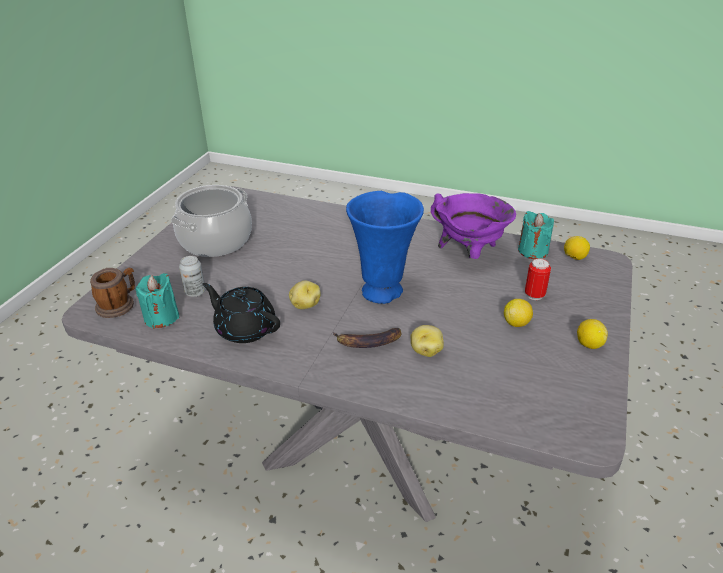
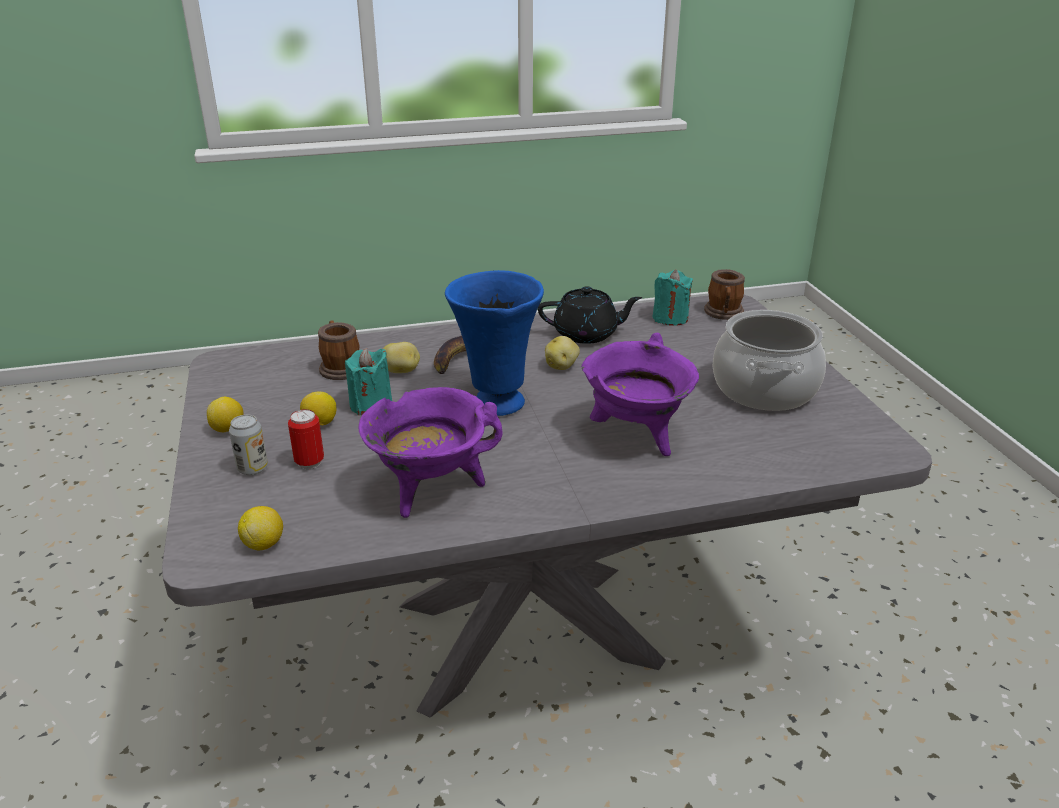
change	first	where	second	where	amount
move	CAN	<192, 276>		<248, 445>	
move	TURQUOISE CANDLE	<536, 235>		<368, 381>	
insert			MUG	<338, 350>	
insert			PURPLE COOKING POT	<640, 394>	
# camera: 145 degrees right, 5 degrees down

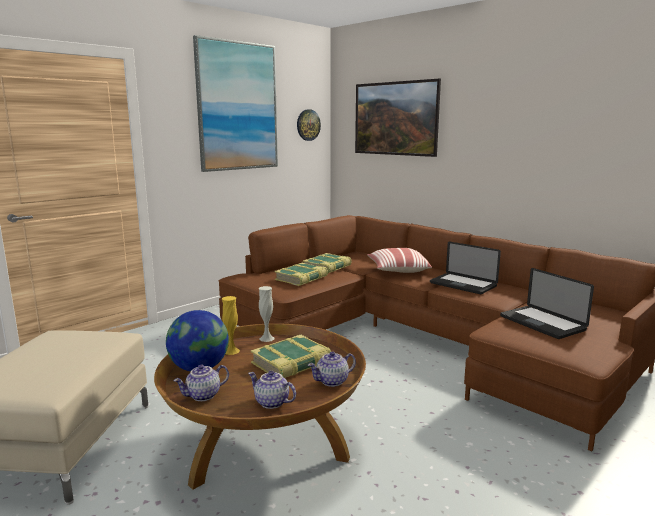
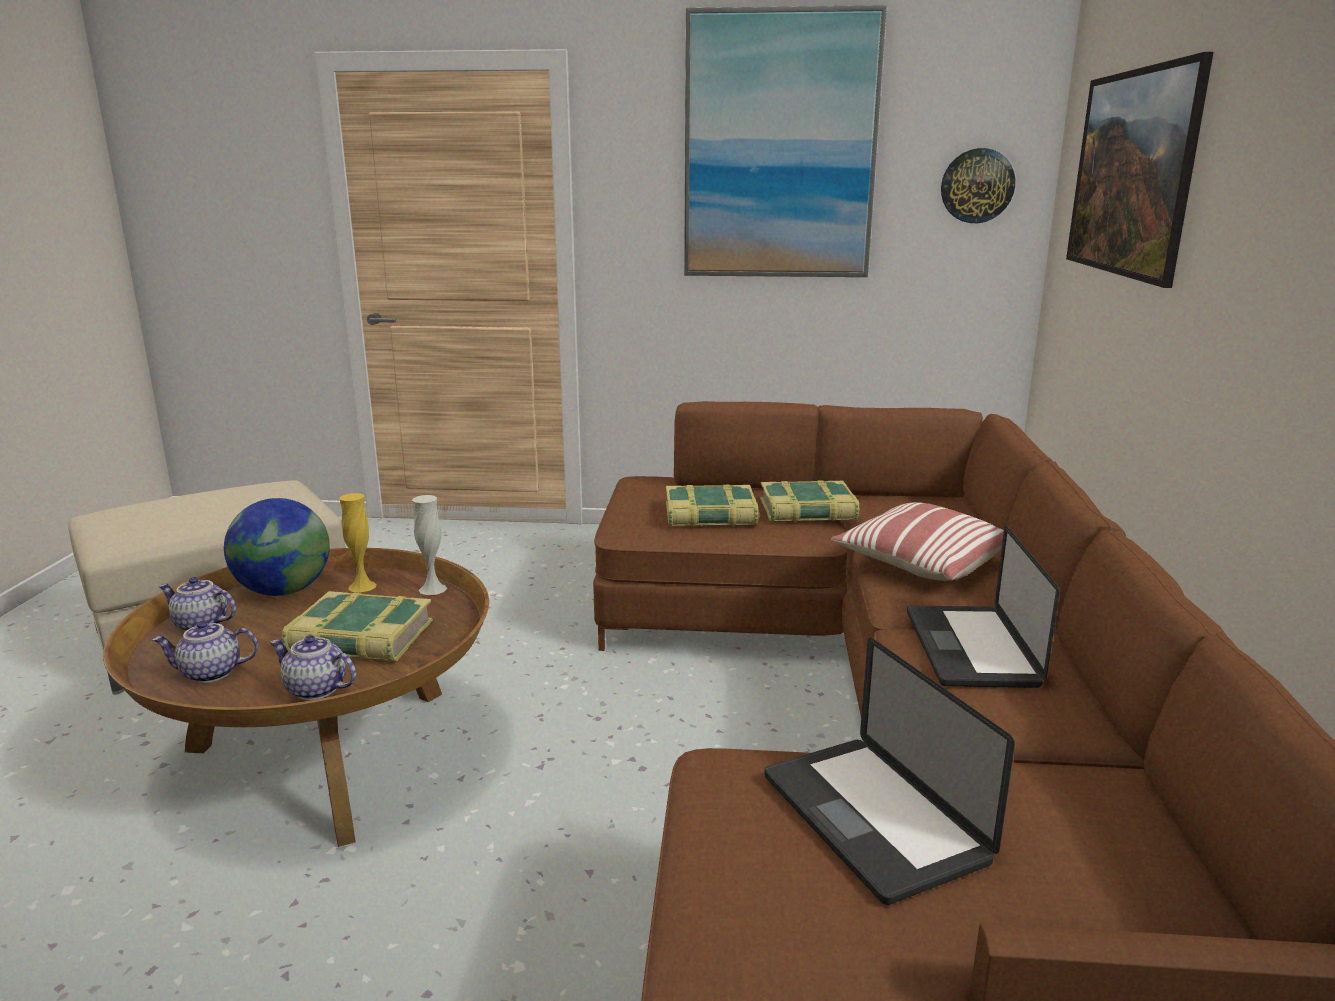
change	first	where	second	where	amount
rotate	TEAPOT	<272, 390>		<205, 652>	90 degrees counterclockwise
rotate	LAPTOP	<547, 303>		<889, 771>	45 degrees counterclockwise
# camera: 50 degrees right, 5 degrees up

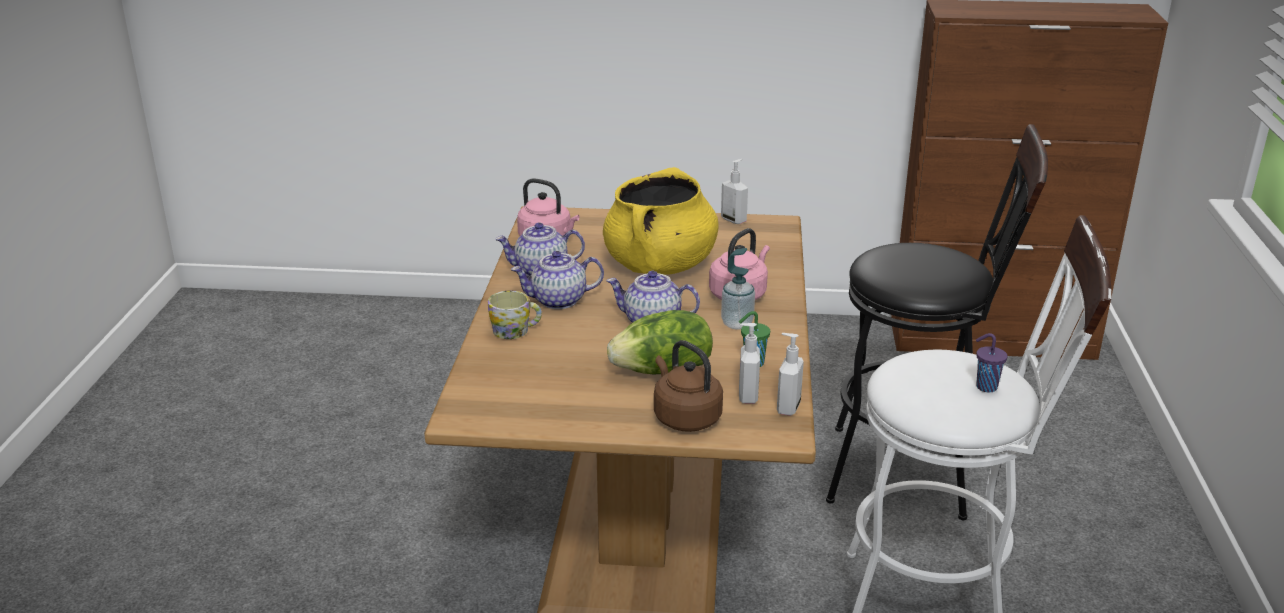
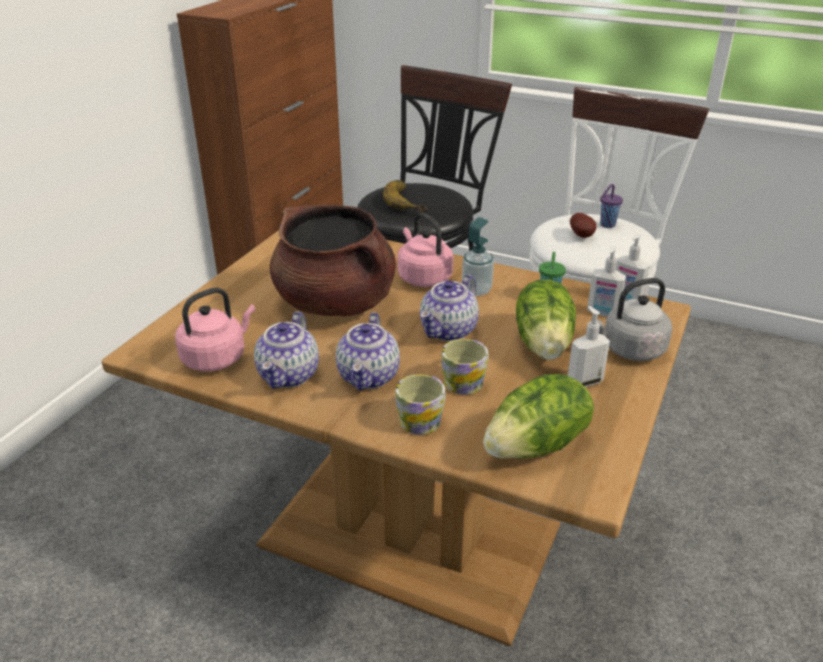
change	first	where	second	where	amount
recolor	YELLOW COOKING POT	<661, 221>	BROWN COOKING POT	<333, 261>	
recolor	BROWN KETTLE	<688, 386>	GREY KETTLE	<632, 319>	
move	SOAP DISPENSER	<734, 191>		<589, 346>	
insert			BANANA	<405, 196>	
insert			MUG	<464, 367>	
insert			LETTUCE	<538, 416>	
insert			POTATO	<583, 225>	
# camera: 70 degrees left, 5 degrees up

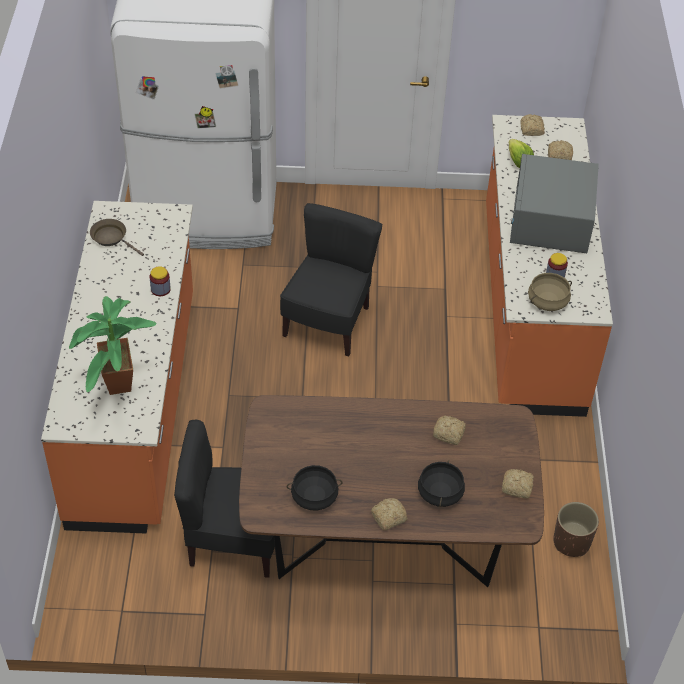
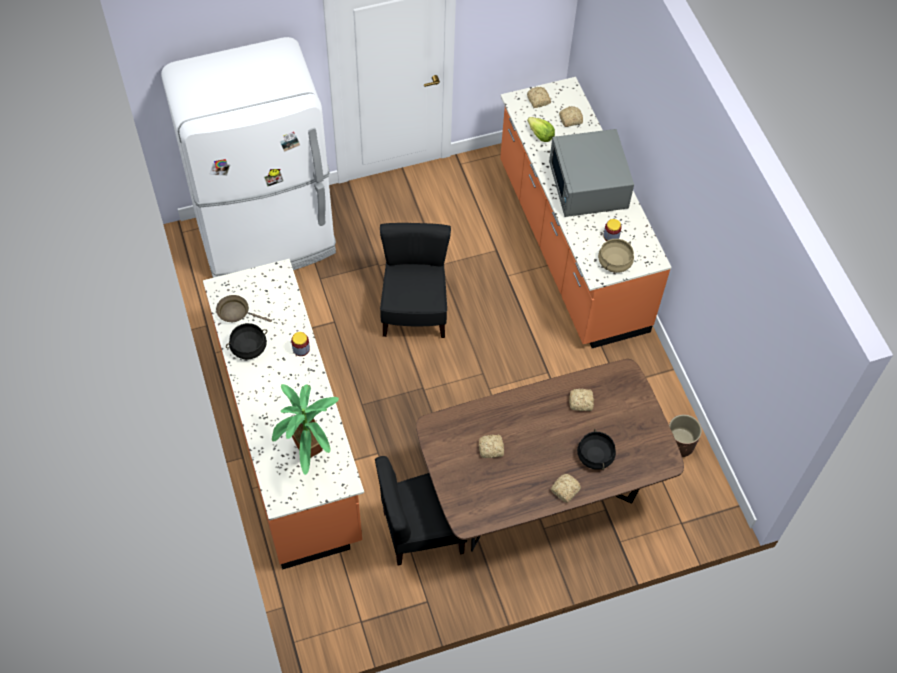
change	first	where	second	where	amount
move	BLACK COOKING POT	<315, 488>		<246, 341>	
move	BREAD	<518, 484>		<491, 446>	
# camera: 20 degrees left, 10 degrees up

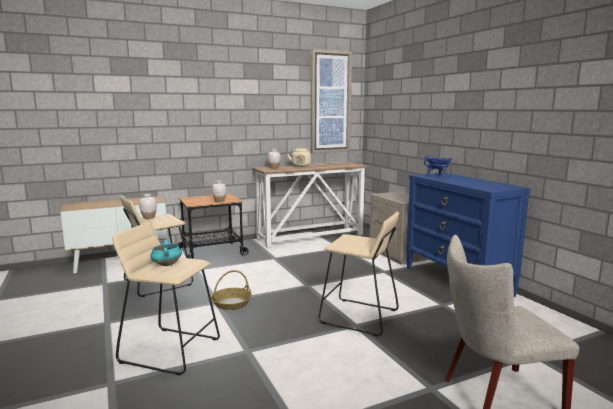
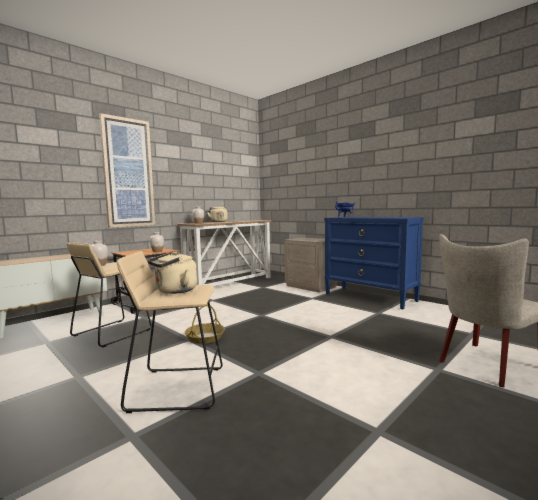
change	first	where	second	where	amount
replace	TURQUOISE COOKING POT	<166, 252>	BEIGE KETTLE	<172, 273>	
move	PICTURE	<331, 101>		<127, 170>	
delete	BEIGE STOOL	<358, 274>			
# camera: 20 degrees left, 5 degrees down

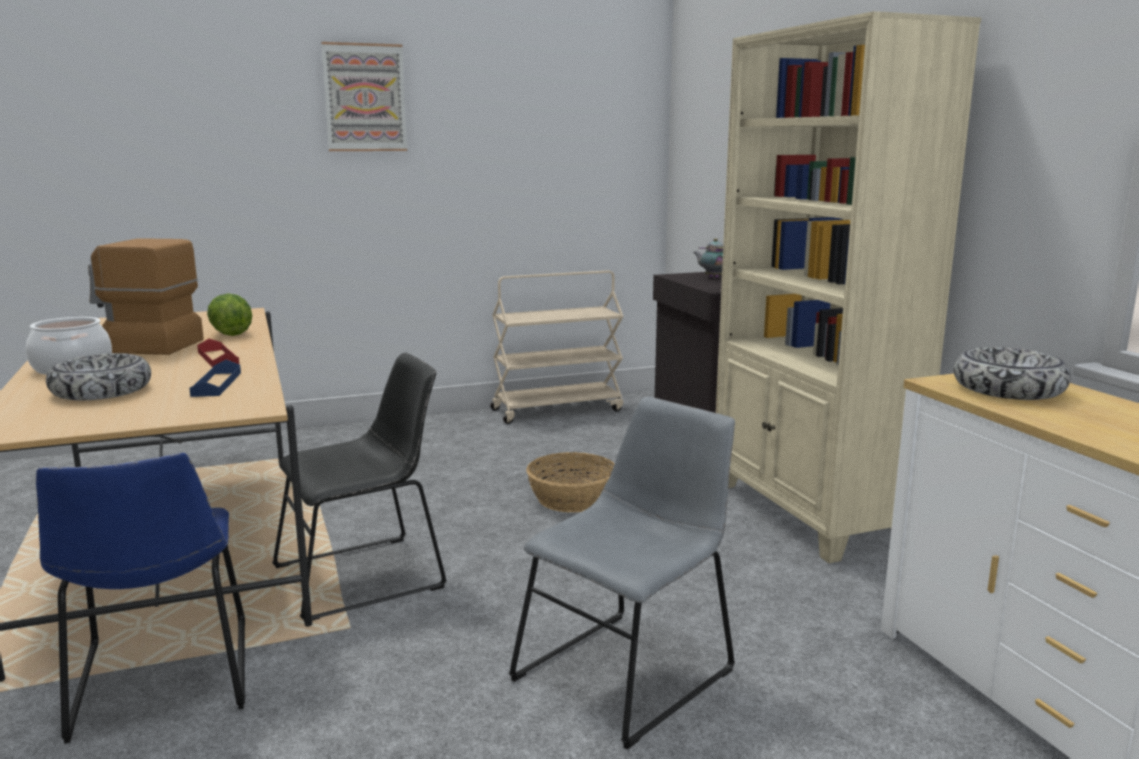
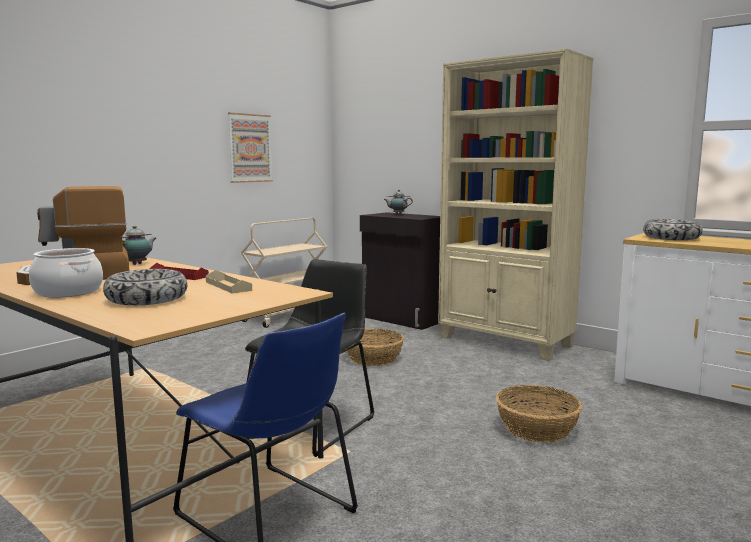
change	first	where	second	where	amount
recolor	BLUE TRAY	<215, 378>	BEIGE TRAY	<229, 282>	
replace	LETTUCE	<229, 314>	TEAPOT	<139, 245>	
move	PICTURE	<364, 96>		<250, 147>	
replace	GREY CHAIR	<622, 573>	BASKET	<539, 413>	
# camera: 30 degrees left, 5 degrees down

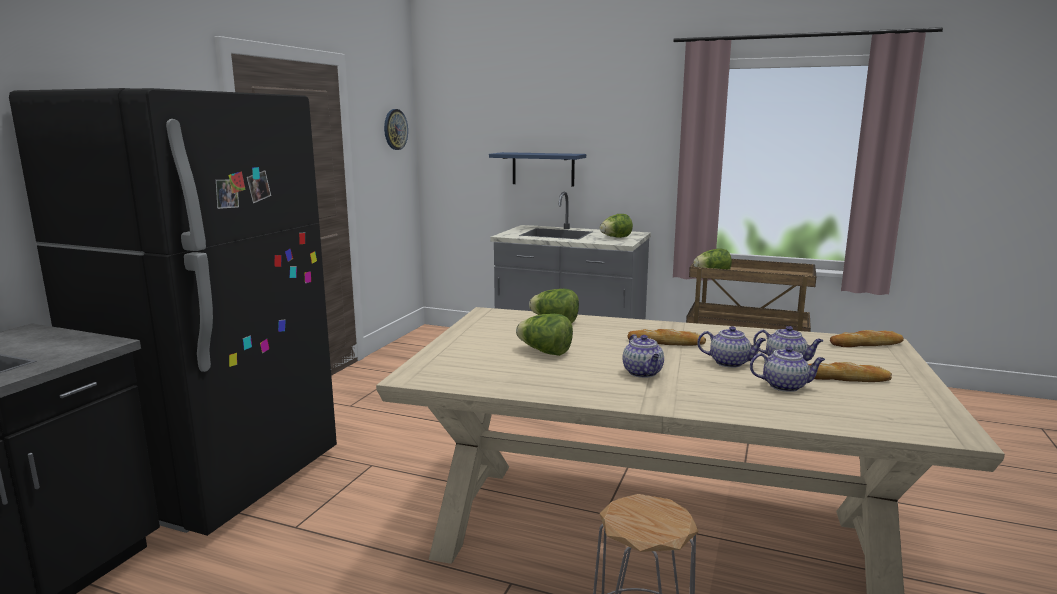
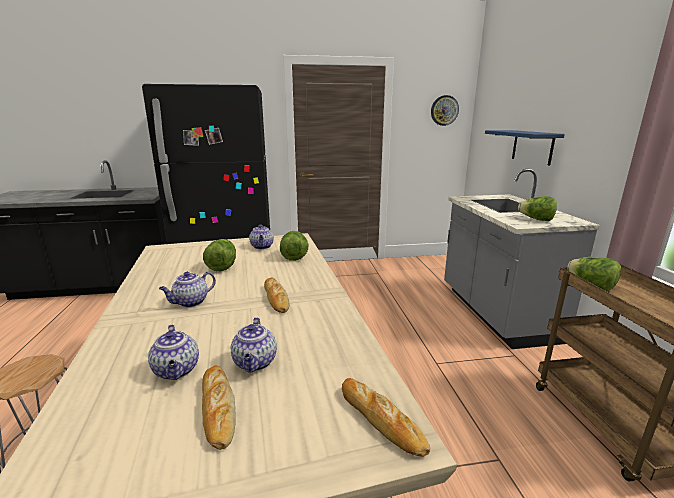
change	first	where	second	where	amount
move	TEAPOT	<731, 347>		<261, 237>	
# camera: 60 degrees right, 5 degrees up

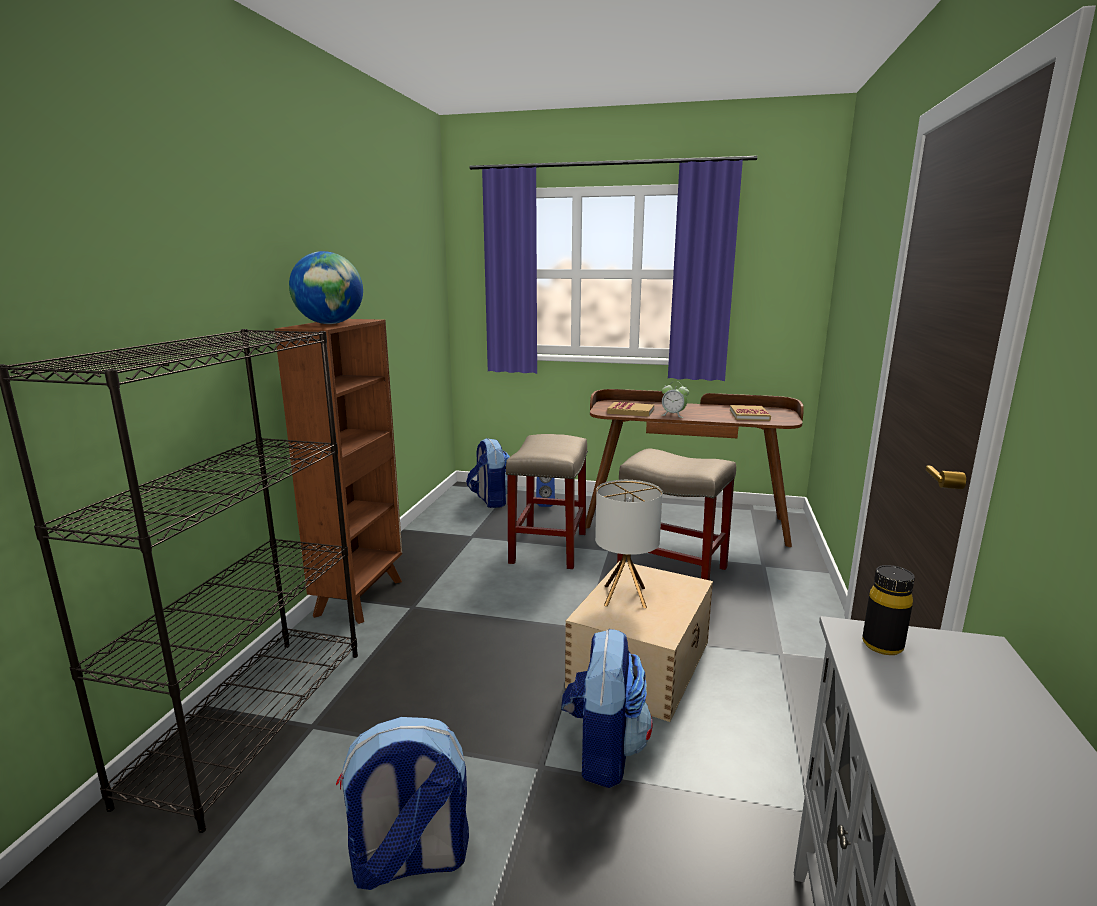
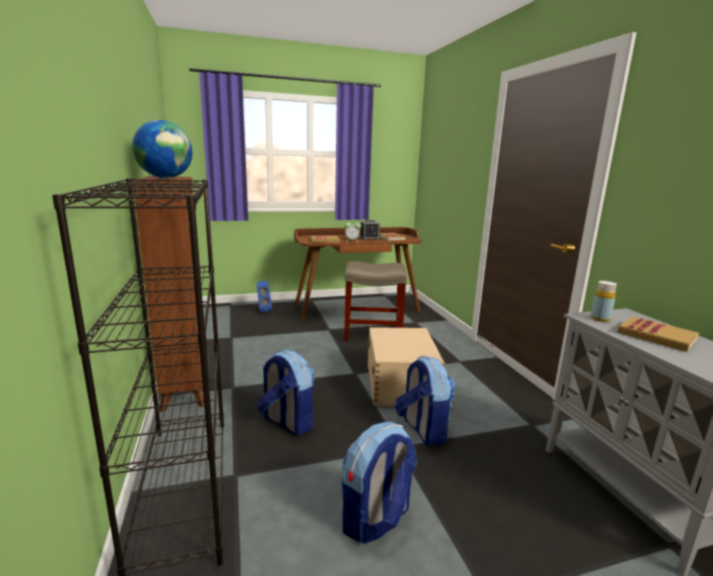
change	first	where	second	where	amount
move	BACKPACK	<488, 473>		<285, 392>	
delete	BEIGE STOOL	<547, 501>			
delete	TABLE LAMP	<629, 544>			
recolor	BLACK BOTTLE	<888, 610>	YELLOW BOTTLE	<604, 301>	
insert			ALARM CLOCK	<370, 230>	
insert			BOOK	<658, 334>	
# camera: 30 degrees left, 0 degrees up

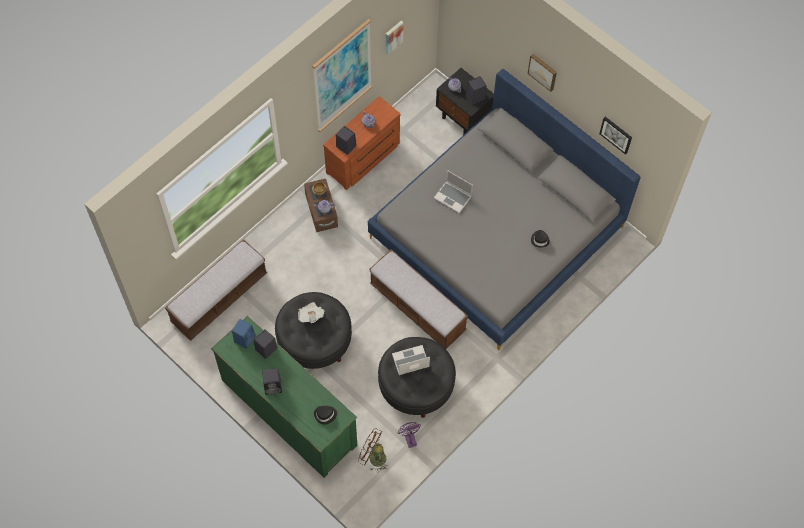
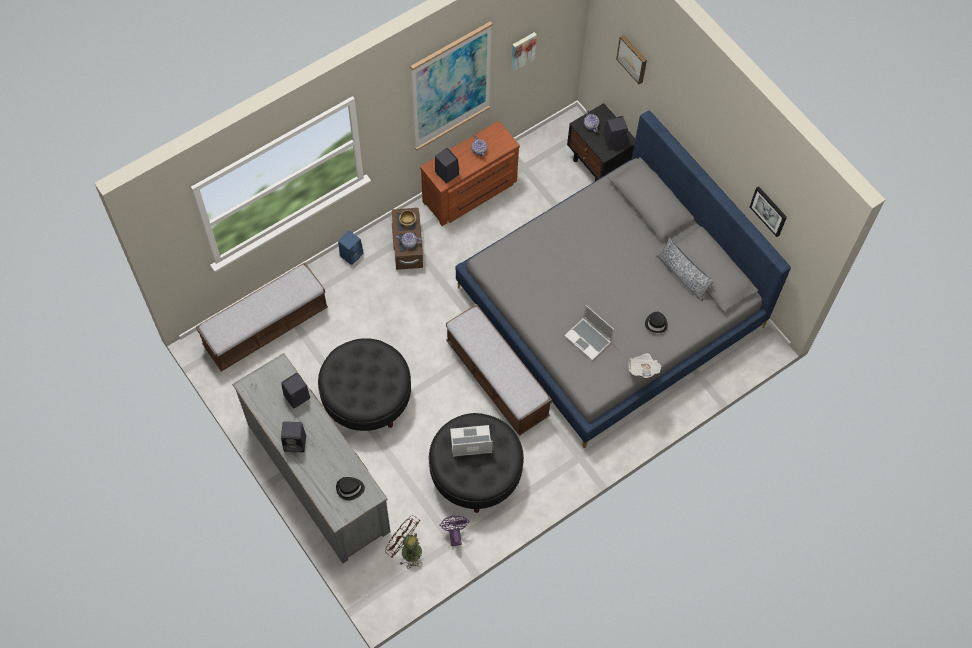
change	first	where	second	where	amount
recolor	GREEN DRESSER	<284, 397>	GREY DRESSER	<311, 458>	
move	BLUE SPEAKER	<243, 334>		<350, 248>	
move	NEWSPAPER	<311, 312>		<645, 365>	
move	LAPTOP	<453, 191>		<589, 332>	
move	PICTURE	<542, 73>		<631, 59>	
insert			PILLOW	<685, 269>	
# camera: 10 degrees right, 0 degrees up

